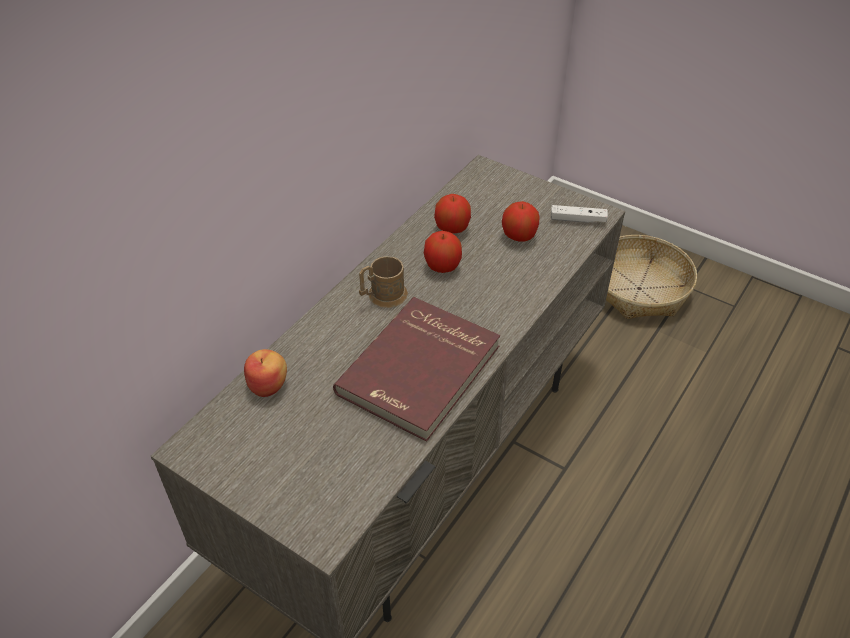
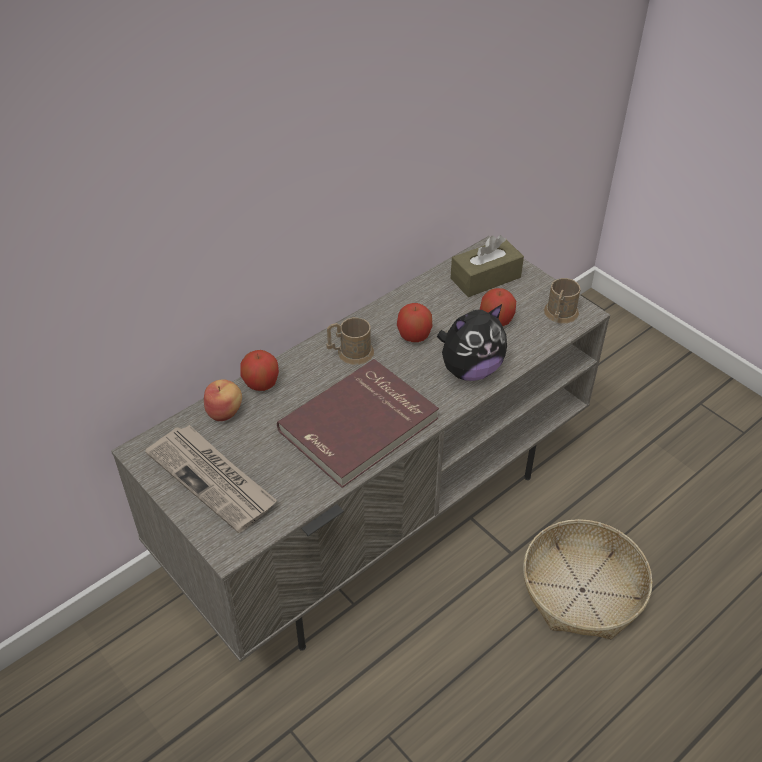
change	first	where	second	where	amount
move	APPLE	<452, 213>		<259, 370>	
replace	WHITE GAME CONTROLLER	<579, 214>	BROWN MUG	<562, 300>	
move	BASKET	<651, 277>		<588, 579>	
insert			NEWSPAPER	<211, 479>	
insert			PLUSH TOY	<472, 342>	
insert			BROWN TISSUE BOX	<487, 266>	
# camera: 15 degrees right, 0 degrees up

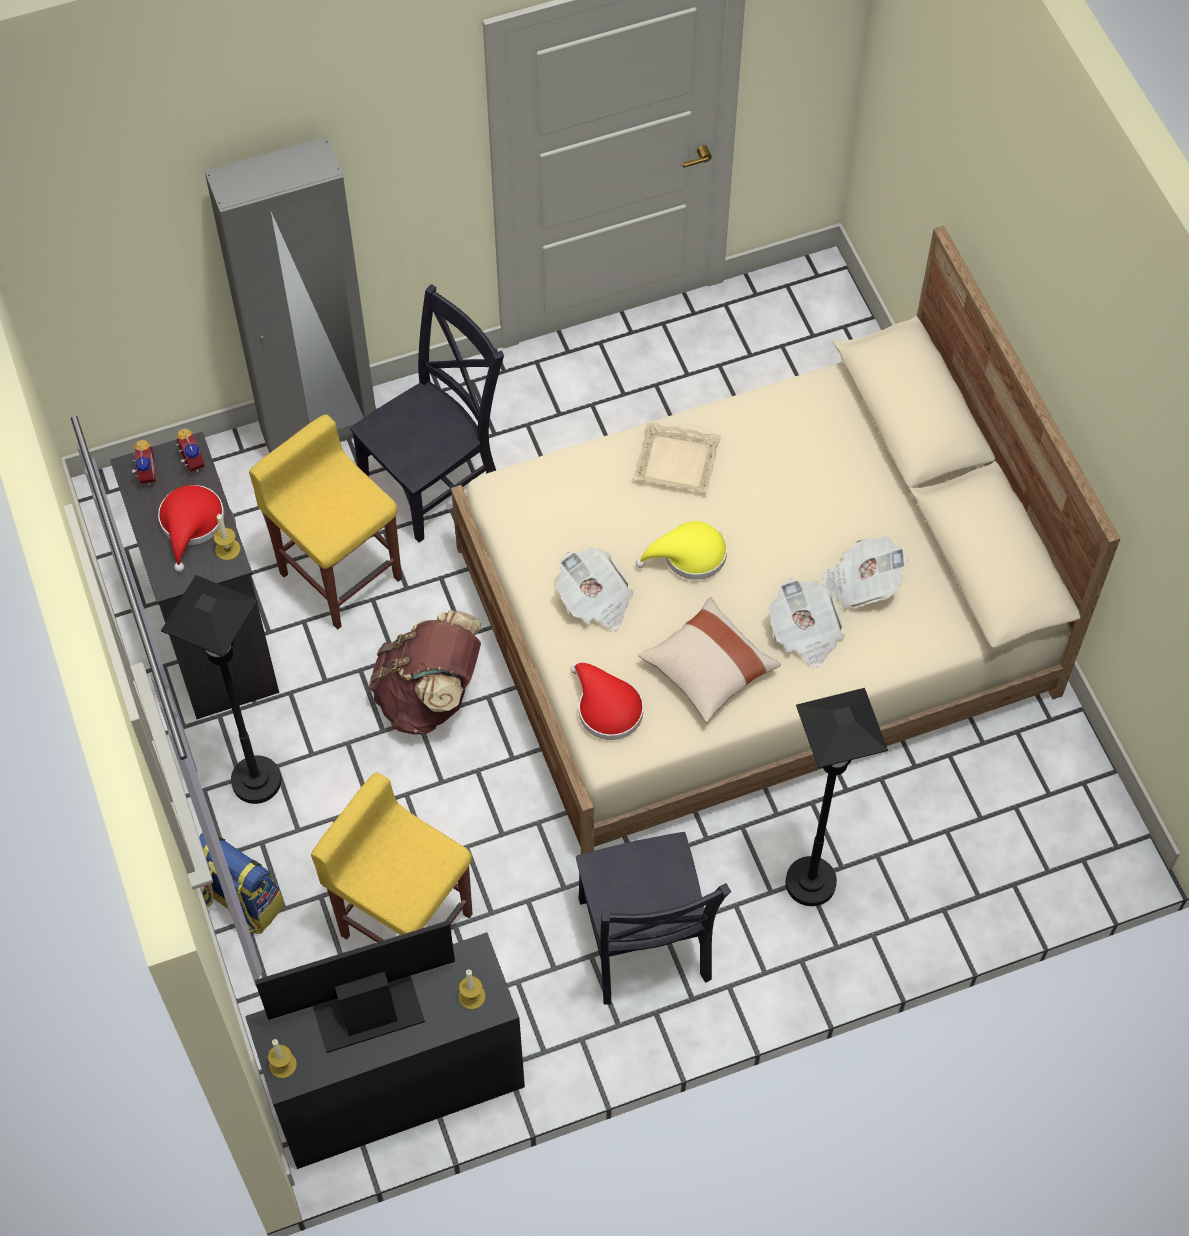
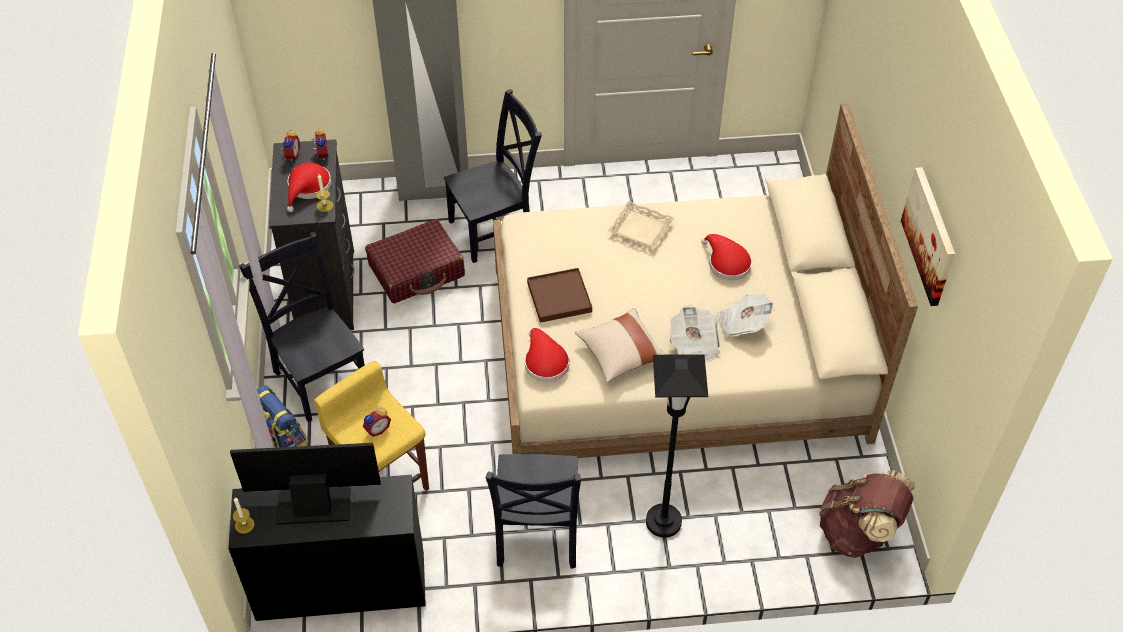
change	first	where	second	where	amount
replace	BLACK FLOOR LAMP	<221, 689>	BLACK CHAIR	<302, 327>	
replace	YELLOW STOOL	<325, 522>	RED SUITCASE	<415, 261>	
move	BROWN BACKPACK	<425, 672>		<867, 514>	
delete	CANDLE	<472, 989>			
replace	NEWSPAPER	<595, 589>	BROWN TRAY	<559, 295>	
delete	YELLOW HAT	<681, 550>			
insert			ALARM CLOCK	<377, 422>	
insert			RED HAT	<726, 257>	
insert			PICTURE	<928, 236>	
# camera: 15 degrees right, 10 degrees down

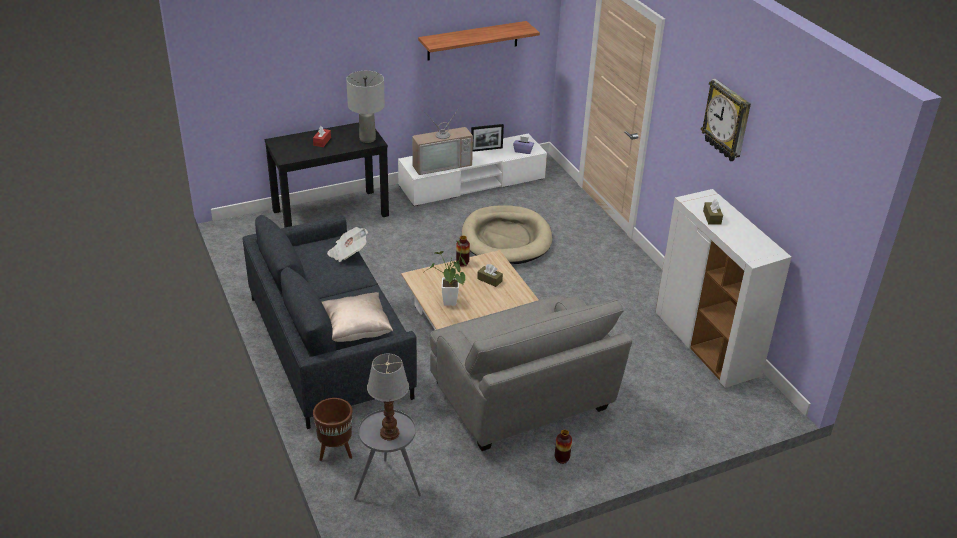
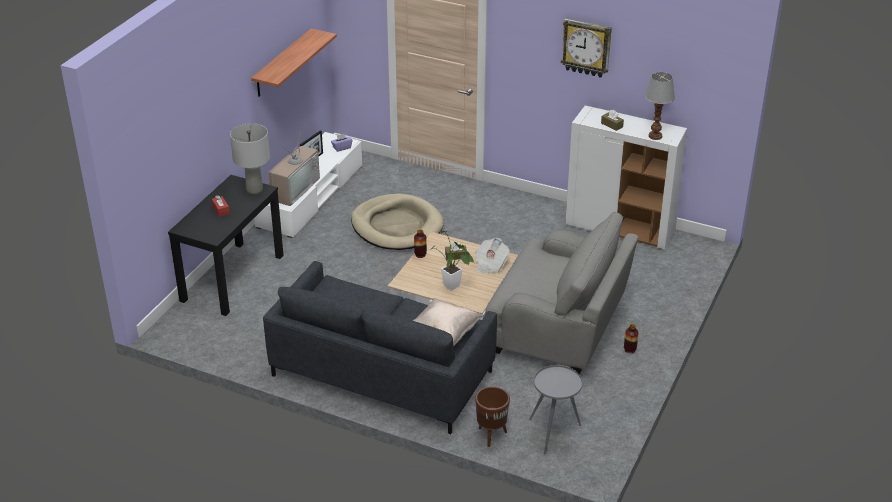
change	first	where	second	where	amount
move	NEWSPAPER	<347, 244>		<492, 256>	
move	TABLE LAMP	<388, 397>		<660, 106>	
# camera: 40 degrees left, 0 degrees up

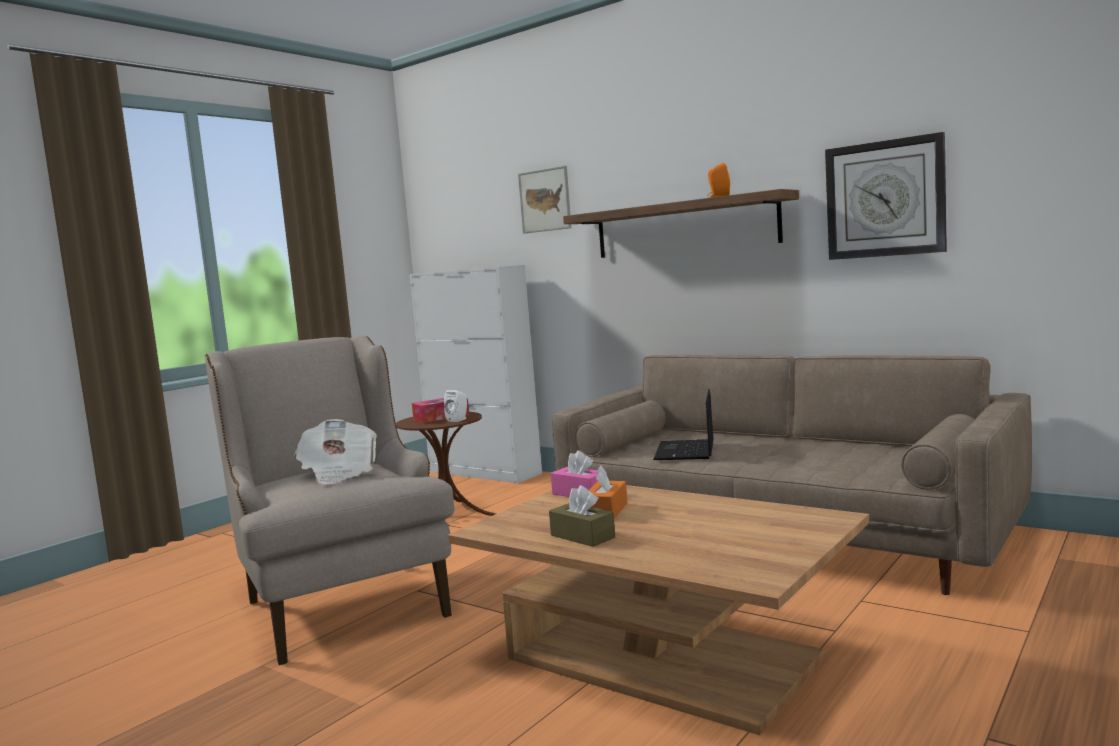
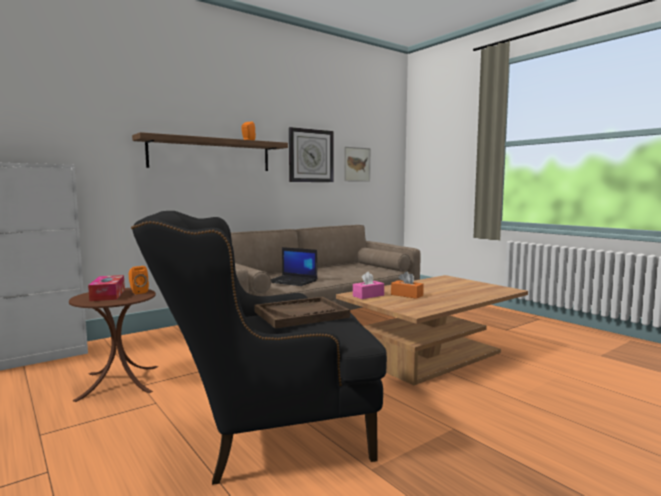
change	first	where	second	where	amount
recolor	BEIGE ARMCHAIR	<330, 500>	BLACK ARMCHAIR	<259, 348>	
replace	NEWSPAPER	<335, 452>	BROWN TRAY	<302, 312>	
recolor	WHITE SPEAKER	<455, 406>	ORANGE SPEAKER	<139, 280>	
move	PICTURE	<544, 199>		<357, 164>	
delete	BROWN TISSUE BOX	<582, 516>			
# camera: 75 degrees left, 0 degrees up

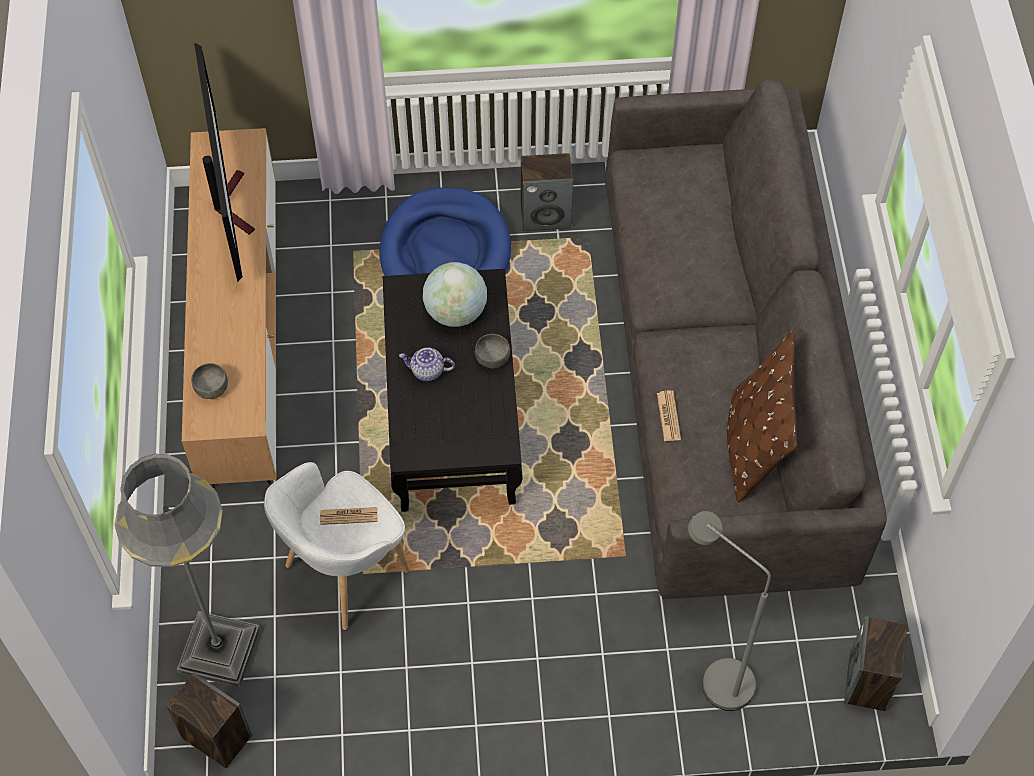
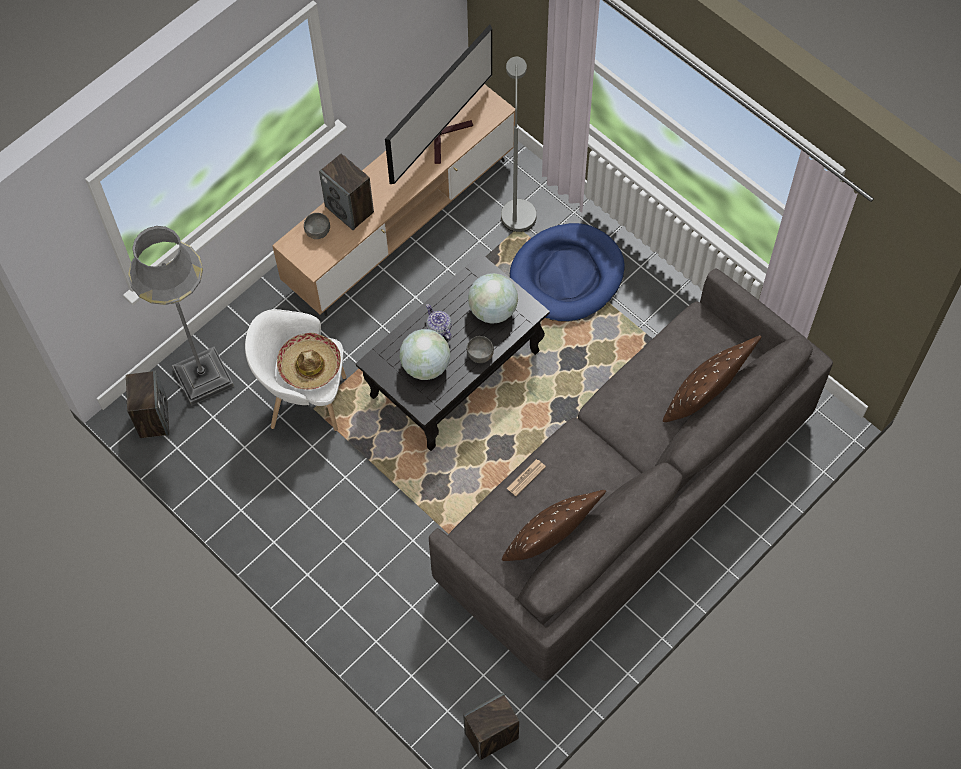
change	first	where	second	where	amount
replace	NEWSPAPER	<349, 516>	HAT	<309, 361>	
move	SPEAKER	<547, 192>		<346, 192>	
move	GREY FLOOR LAMP	<729, 611>		<519, 144>	
insert			GLOBE	<425, 354>	
insert			BROWN PILLOW	<712, 379>	
# camera: 50 degrees right, 5 degrees up

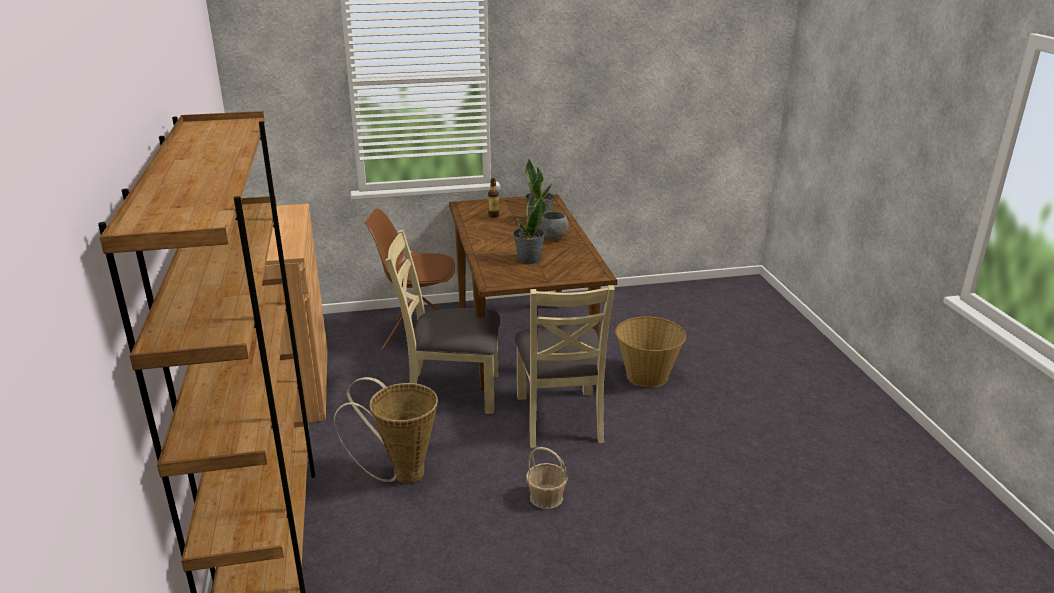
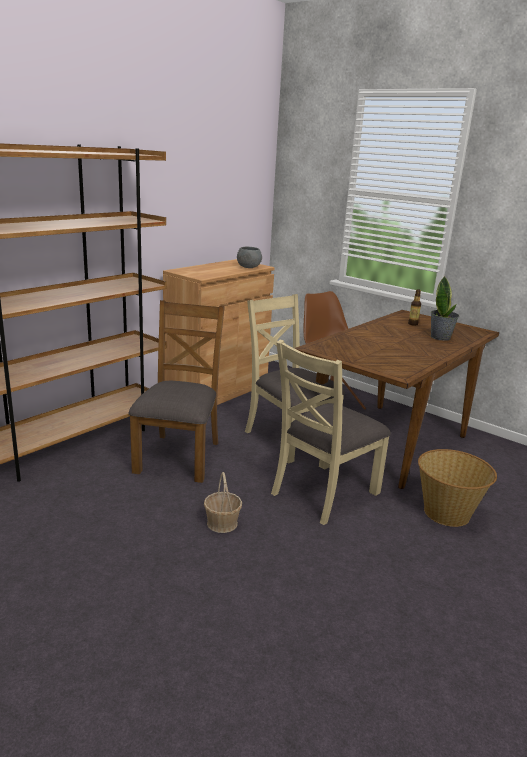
change	first	where	second	where	amount
replace	BASKET	<386, 430>	BROWN CHAIR	<176, 391>	
delete	POTTED PLANT	<529, 227>			
move	GREY BOWL	<554, 225>		<249, 257>	
# camera: 50 degrees right, 5 degrees down

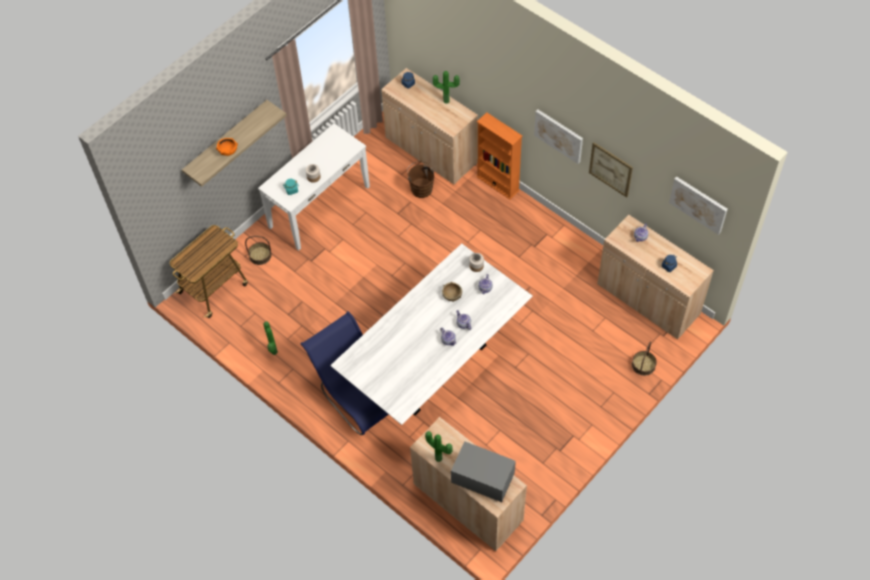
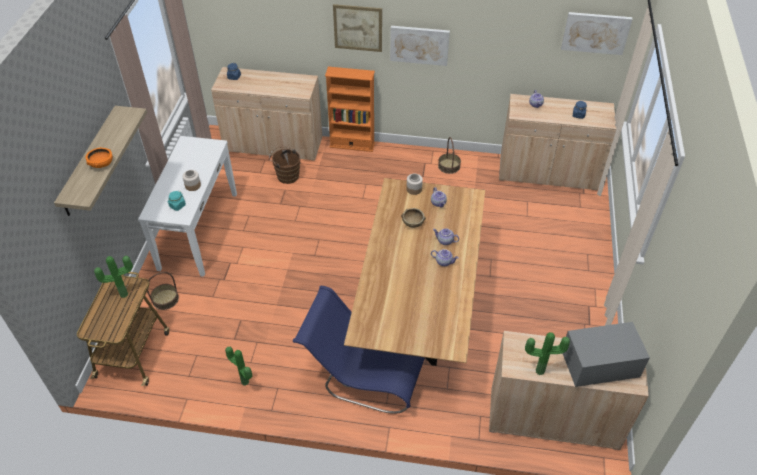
change	first	where	second	where	amount
recolor	WHITE DINING TABLE	<431, 334>	BROWN DINING TABLE	<414, 272>	
move	POTTED PLANT	<446, 87>		<113, 277>	
move	PICTURE	<611, 169>		<357, 28>	
move	BASKET	<644, 358>		<449, 155>	
# camera: 35 degrees left, 10 degrees down

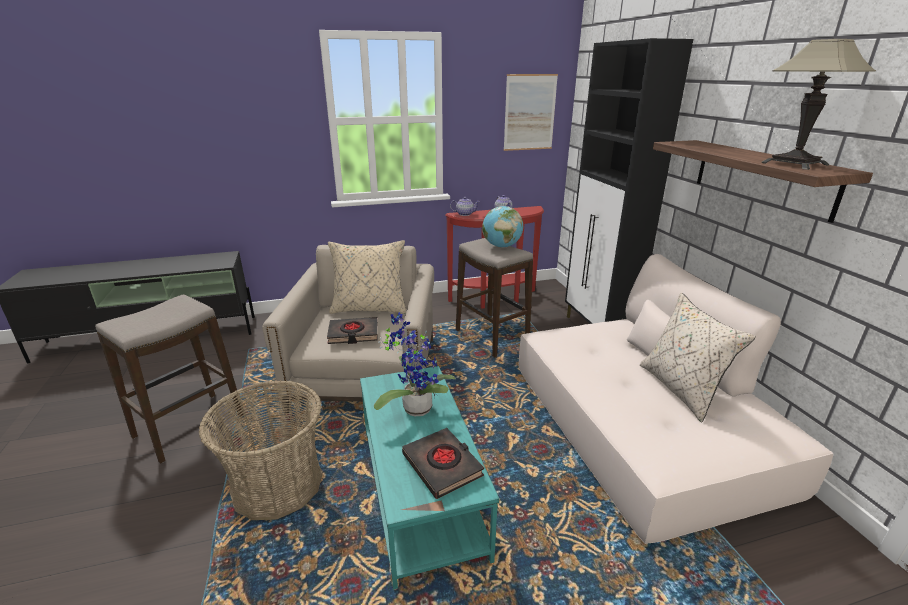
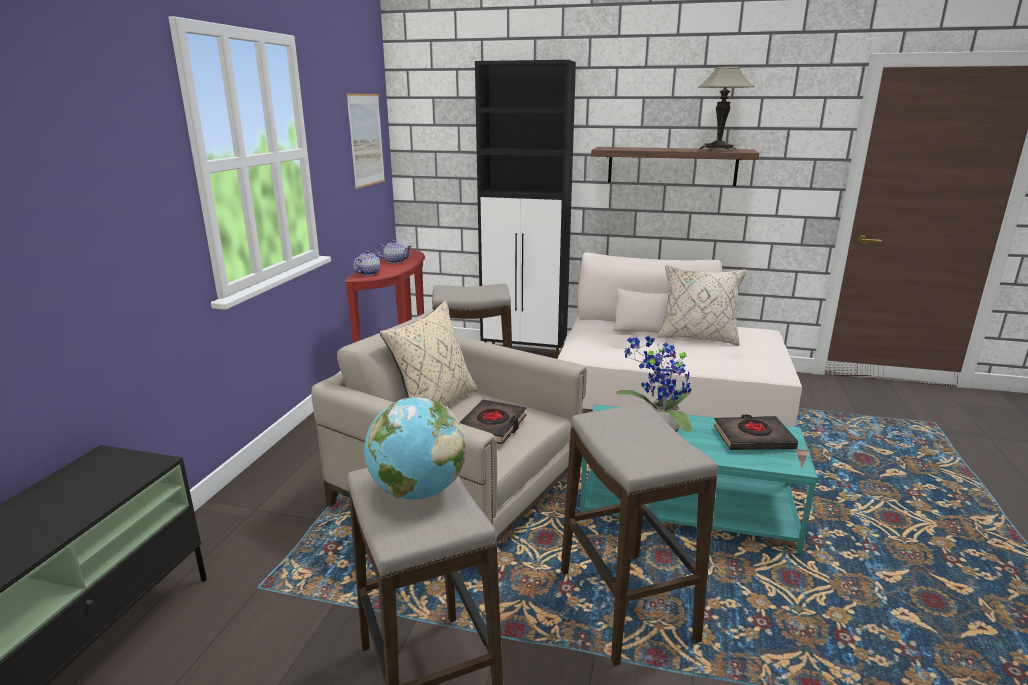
change	first	where	second	where	amount
replace	BASKET	<260, 450>	STOOL	<639, 535>	
move	GLOBE	<502, 227>		<415, 448>	
# camera: 60 degrees left, 5 degrees down

